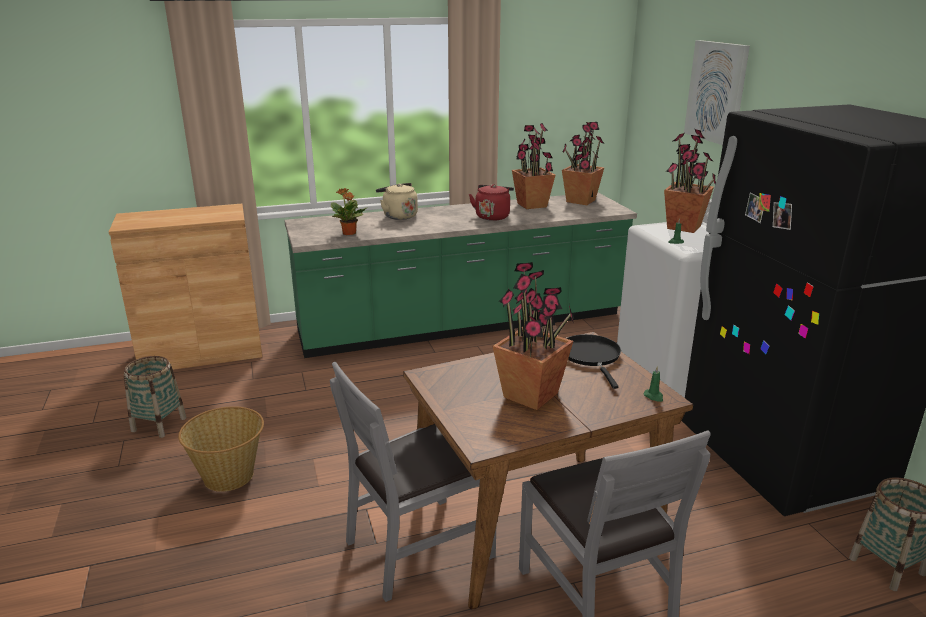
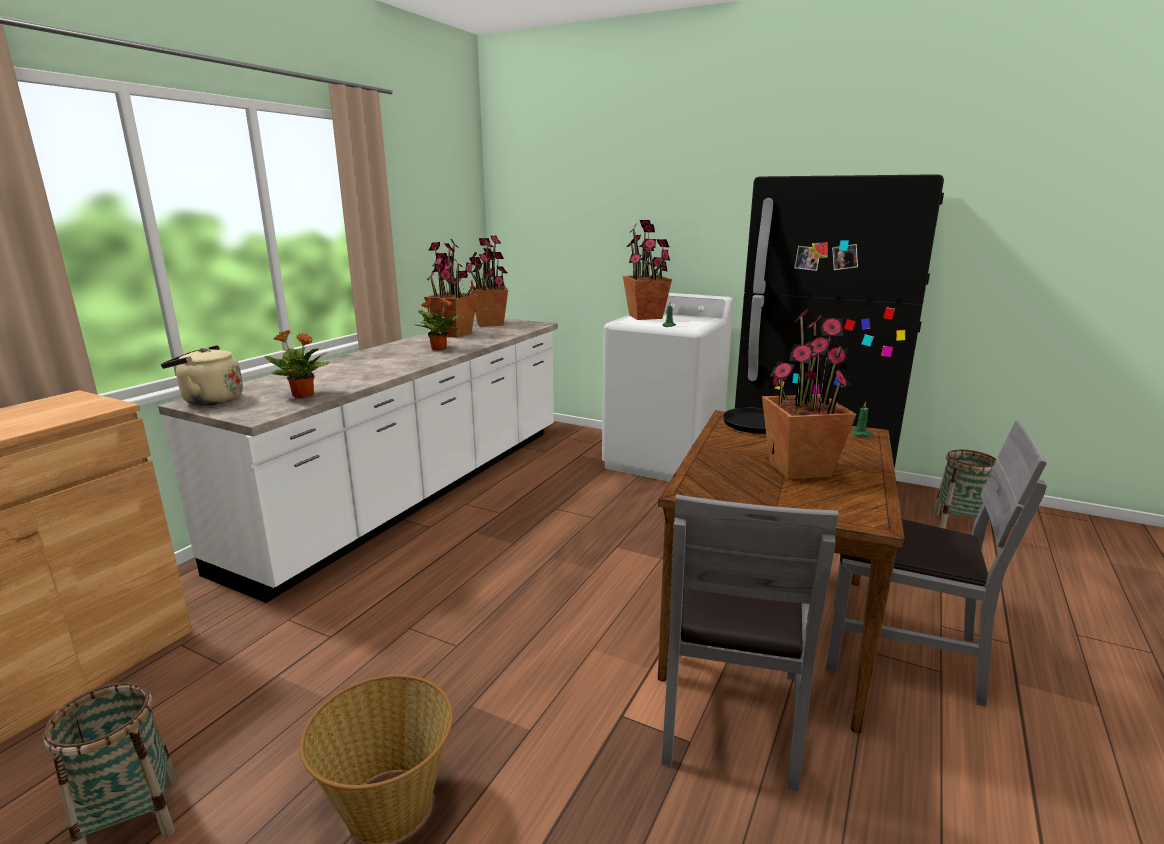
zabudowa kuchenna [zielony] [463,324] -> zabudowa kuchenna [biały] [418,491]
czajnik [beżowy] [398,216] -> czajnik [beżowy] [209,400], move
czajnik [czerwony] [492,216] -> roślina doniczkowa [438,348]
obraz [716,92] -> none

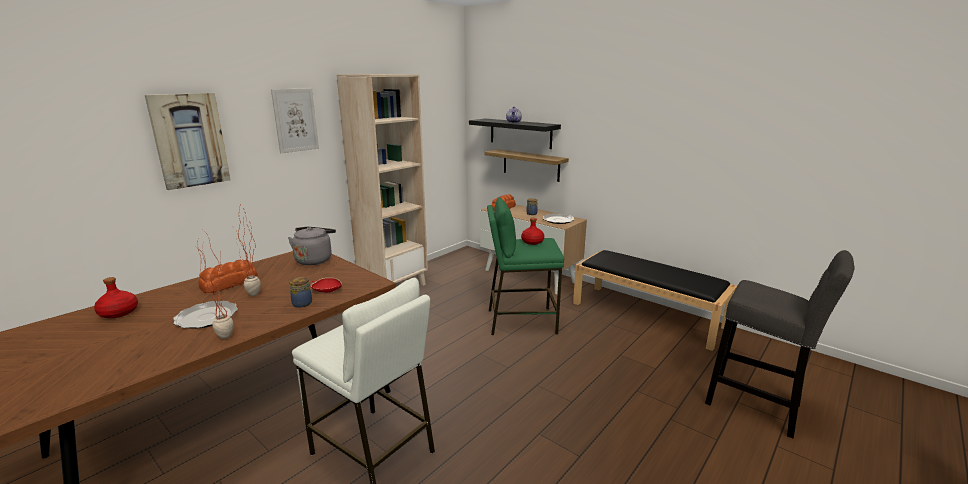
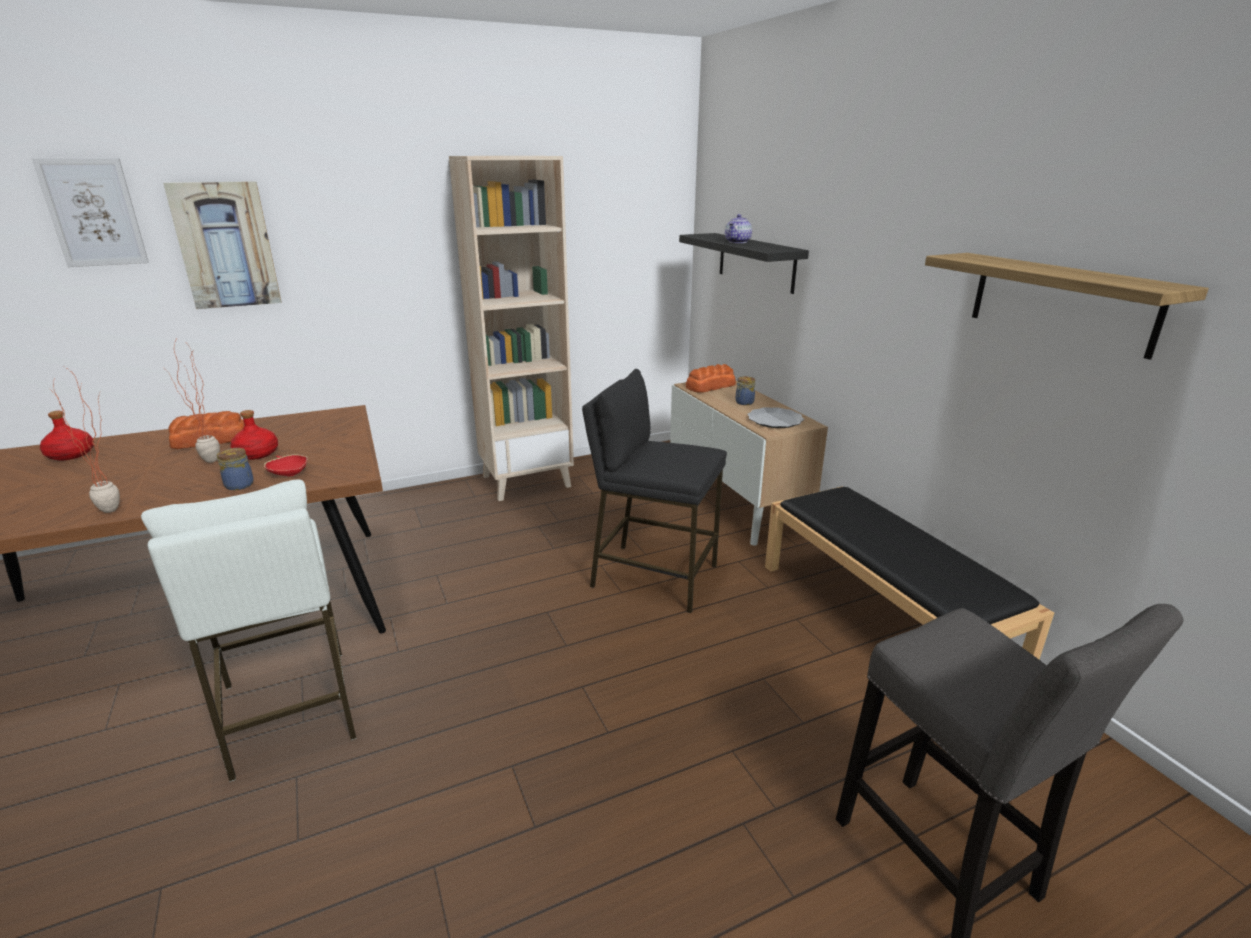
obraz [295,120] -> obraz [93,213], move
butelka [czerwony] [532,242] -> butelka [czerwony] [256,454], move
stołek [zielony] [521,321] -> stołek [czarny] [654,576]
półka [531,165] -> półka [1061,302], move
talerz [207,317] -> none
czajnik [szary] [314,259] -> none

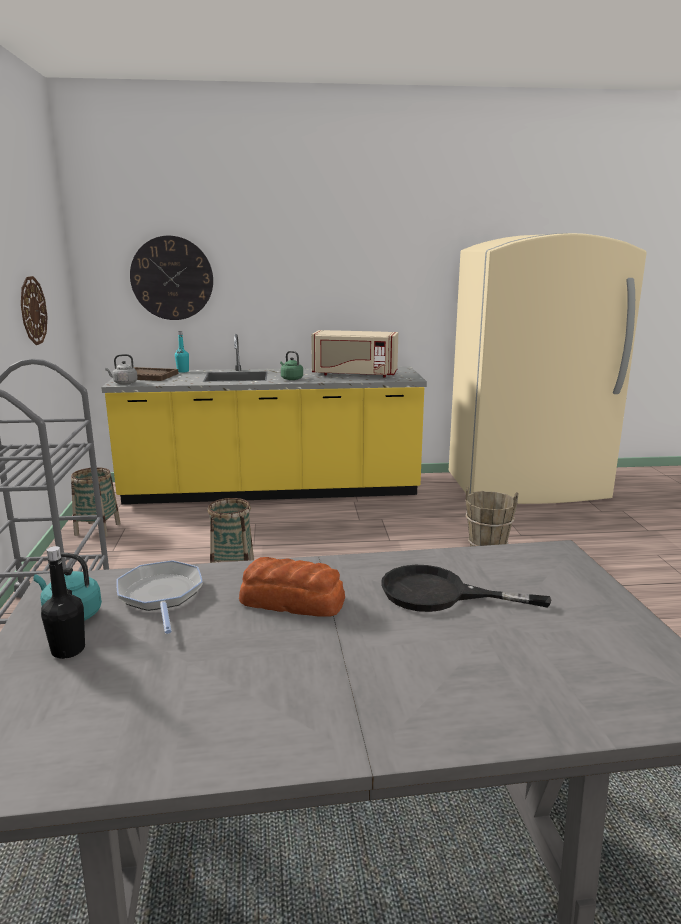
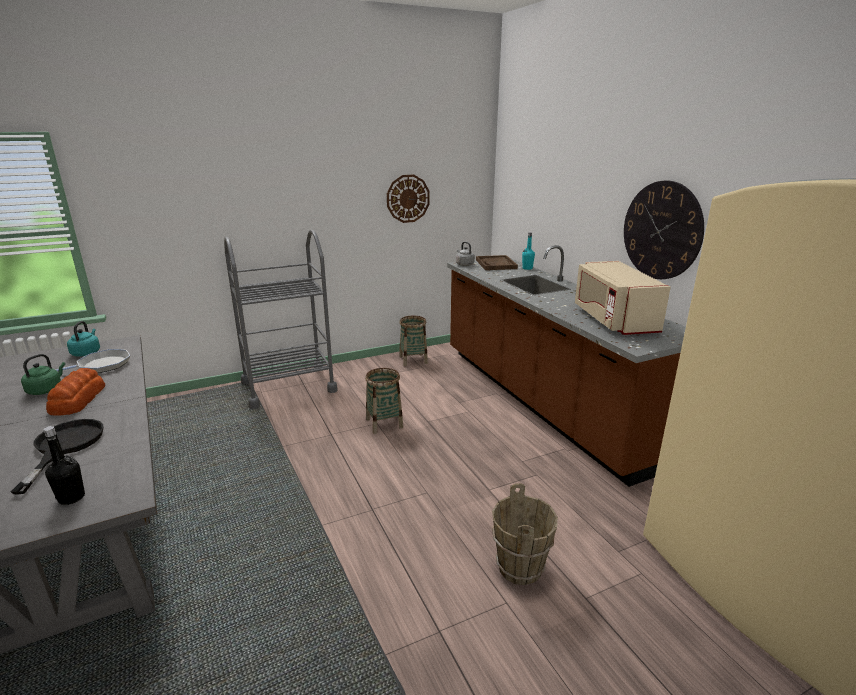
czajnik [zielony] [291,379] -> czajnik [zielony] [46,390], move
butelka [czarny] [68,650] -> butelka [czarny] [71,498], move
zabudowa kuchenna [żółty] [272,491] -> zabudowa kuchenna [brązowy] [542,401]
zegar ścienny [172,278] -> zegar ścienny [661,230], move

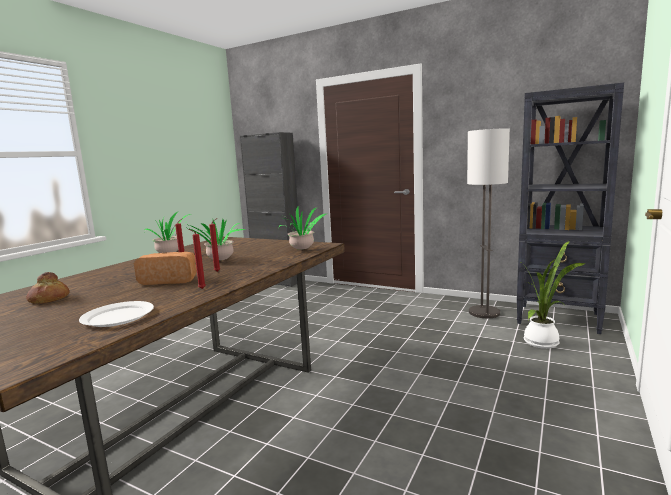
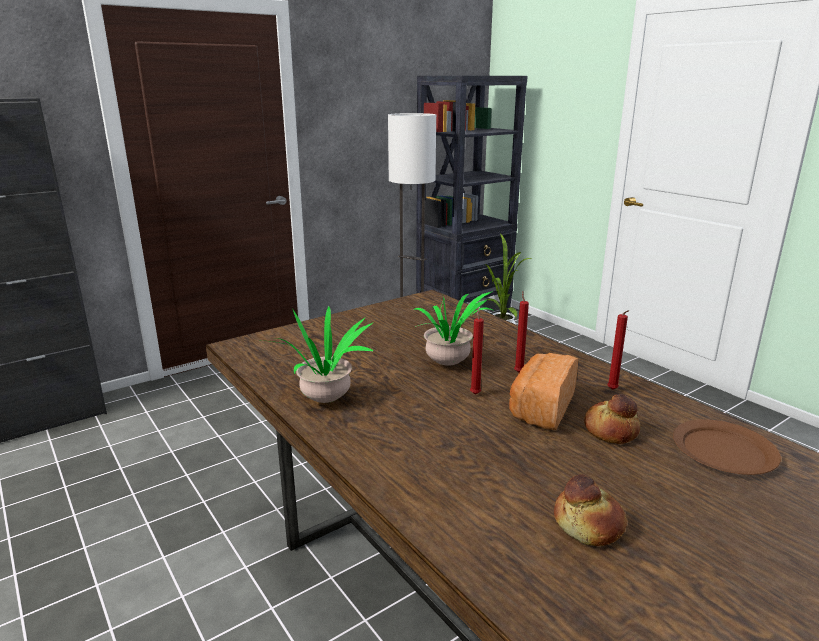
none -> chleb [610,430]
talerz [biały] [118,317] -> talerz [brązowy] [723,450]
roślina doniczkowa [303,249] -> none

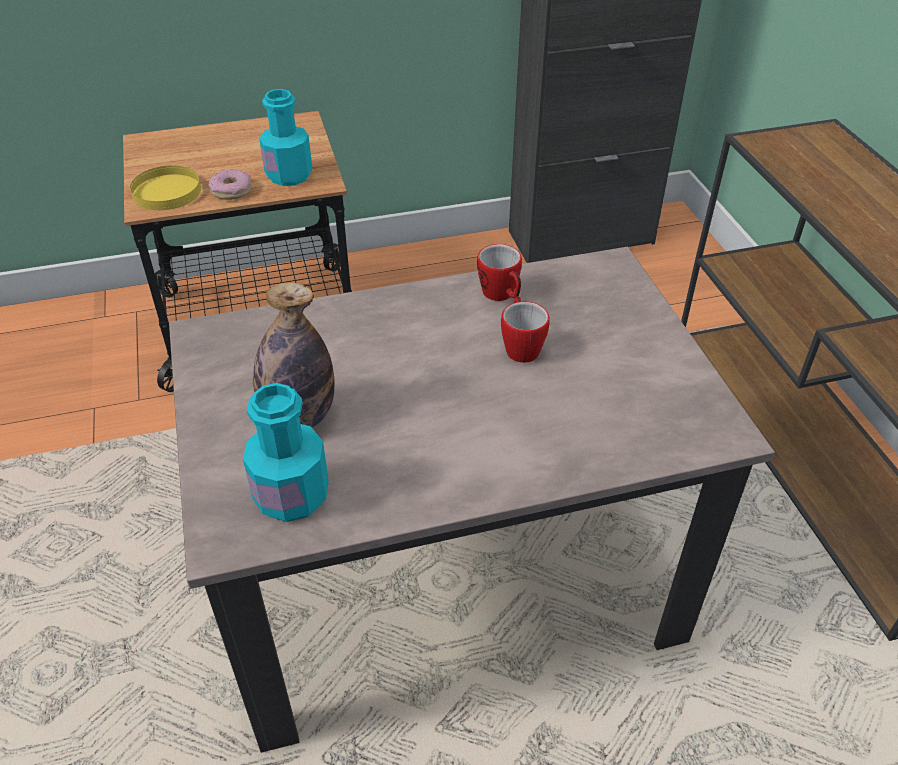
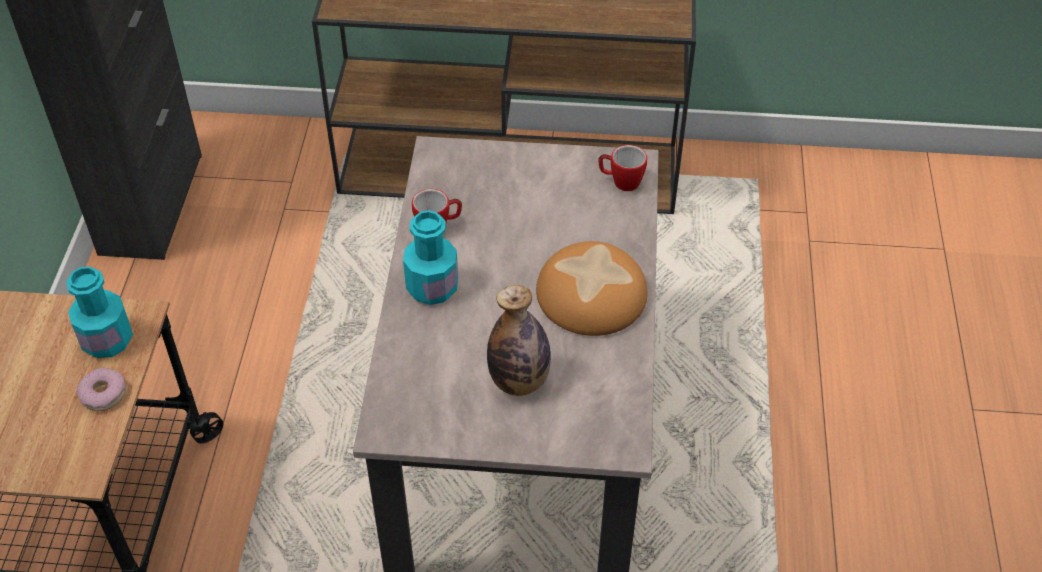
butelka [turkusowy] [292,495] -> butelka [turkusowy] [432,287], move
none -> chleb [590,294]
kubek [521,346] -> kubek [621,181], move
talerz [żółty] [167,192] -> none

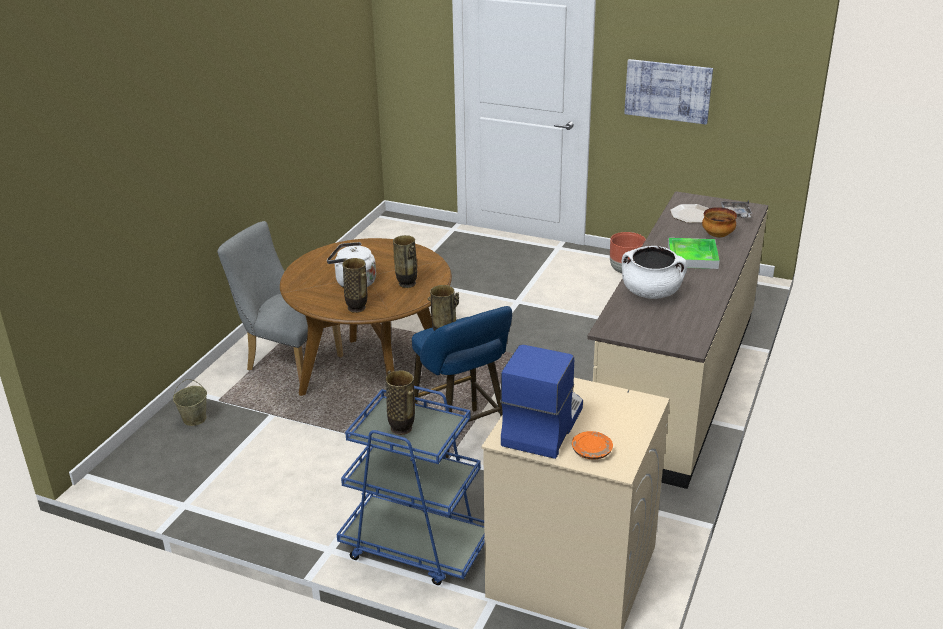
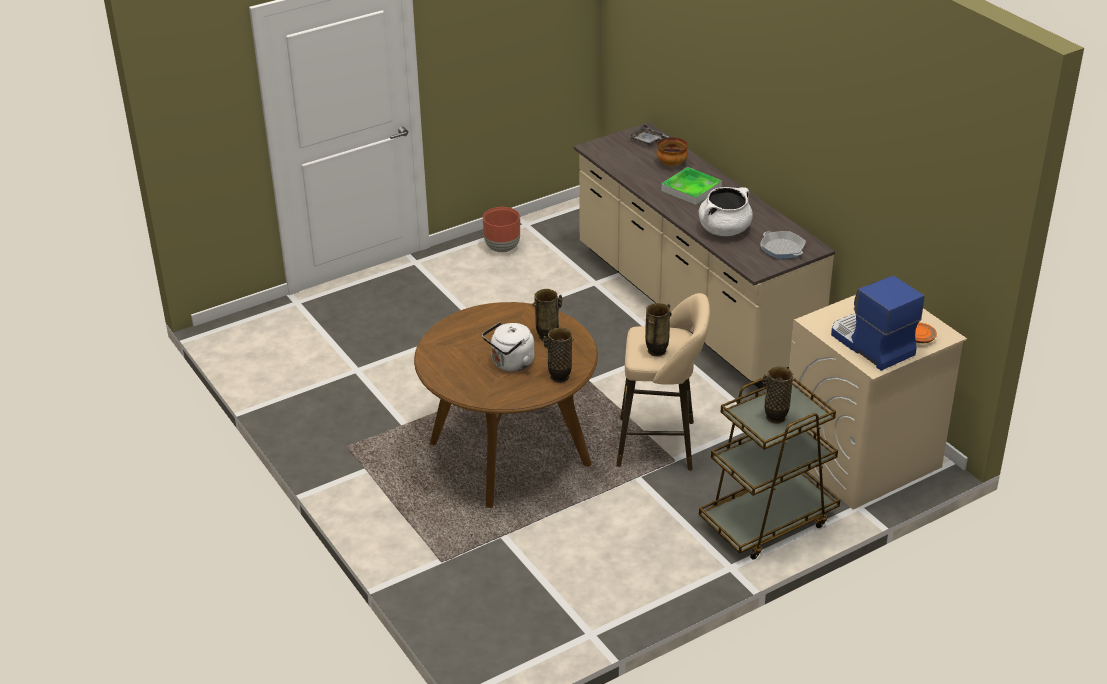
stołek [niebieski] [463,444] -> stołek [beżowy] [661,444]
wózek [niebieski] [415,547] -> wózek [brązowy] [767,521]
none -> patelnia [782,248]
wiadro [beżowy] [194,418] -> none
krzesło [szary] [288,362] -> none
obraz [668,91] -> none
talerz [692,215] -> none

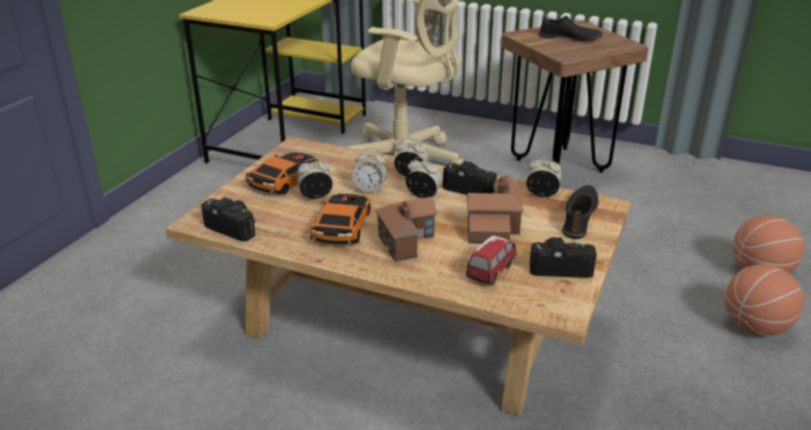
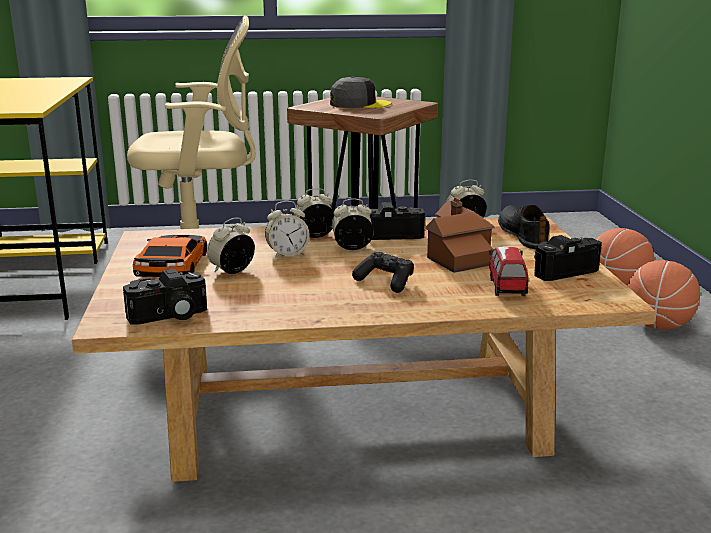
aparat fotograficzny [234,227] -> aparat fotograficzny [169,317], 150 degrees clockwise
but [czarny] [569,38] -> czapka z daszkiem [szary] [359,104]
domek [406,238] -> pad do gier [czarny] [385,282]
samochodzik [341,226] -> none

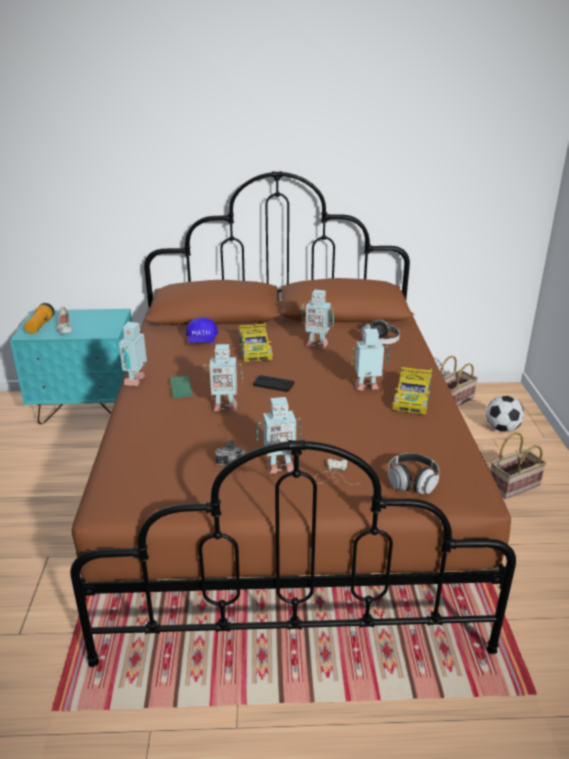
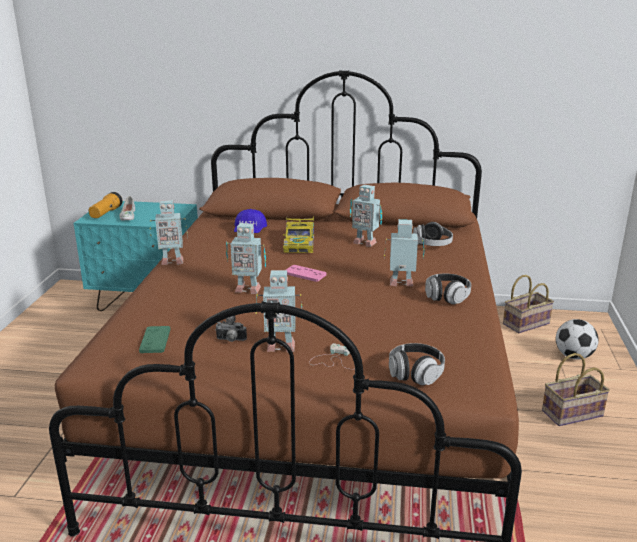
pad do gier [zielony] [181,387] -> pad do gier [zielony] [155,340], move
robot zabawkowy [137,380] -> robot zabawkowy [171,261], 120 degrees counterclockwise
pad do gier [czarny] [273,384] -> pad do gier [różowy] [305,274]
samochodzik [412,397] -> słuchawki [447,297]

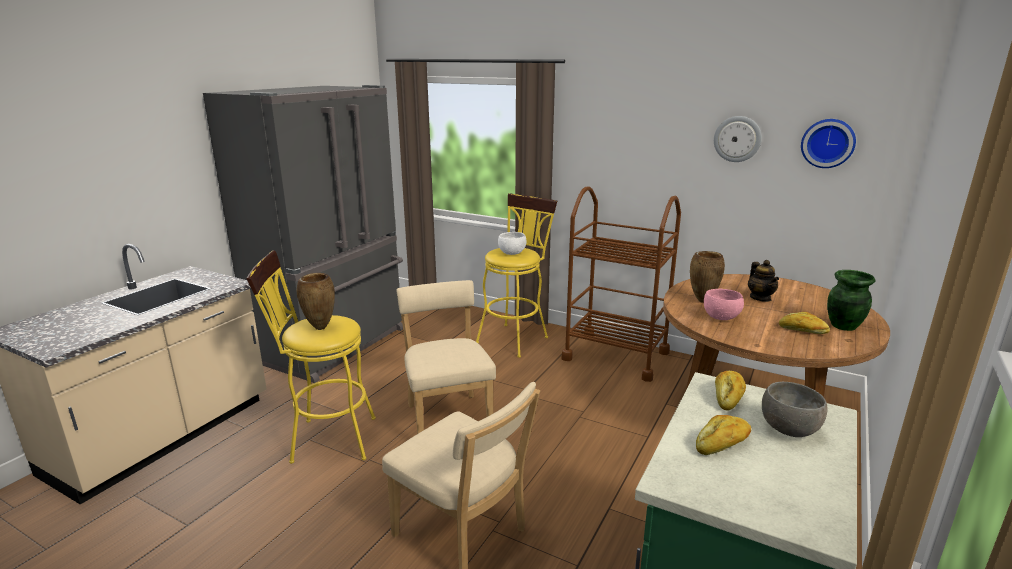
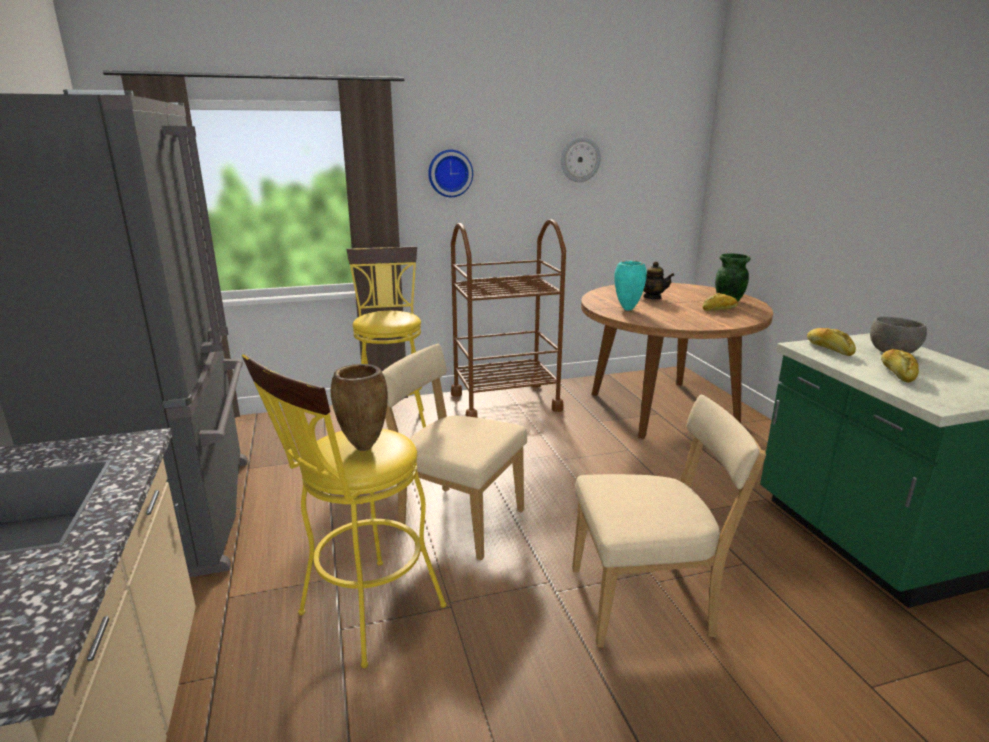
zegar ścienny [828,143] -> zegar ścienny [450,173], move
wazon [brązowy] [702,301] -> wazon [turkusowy] [627,309]
miska [biały] [512,253] -> none
miska [różowy] [721,318] -> none

